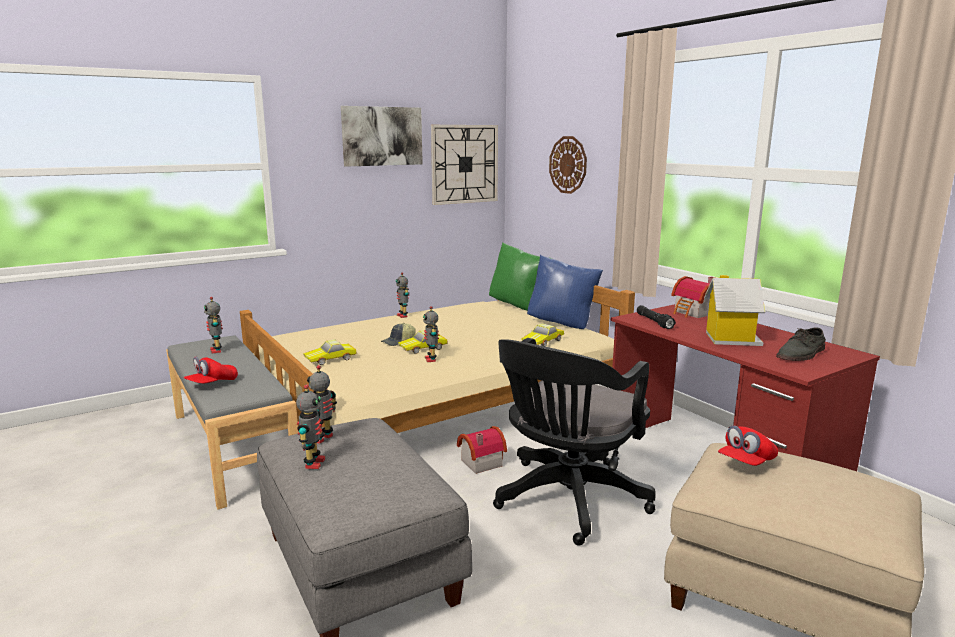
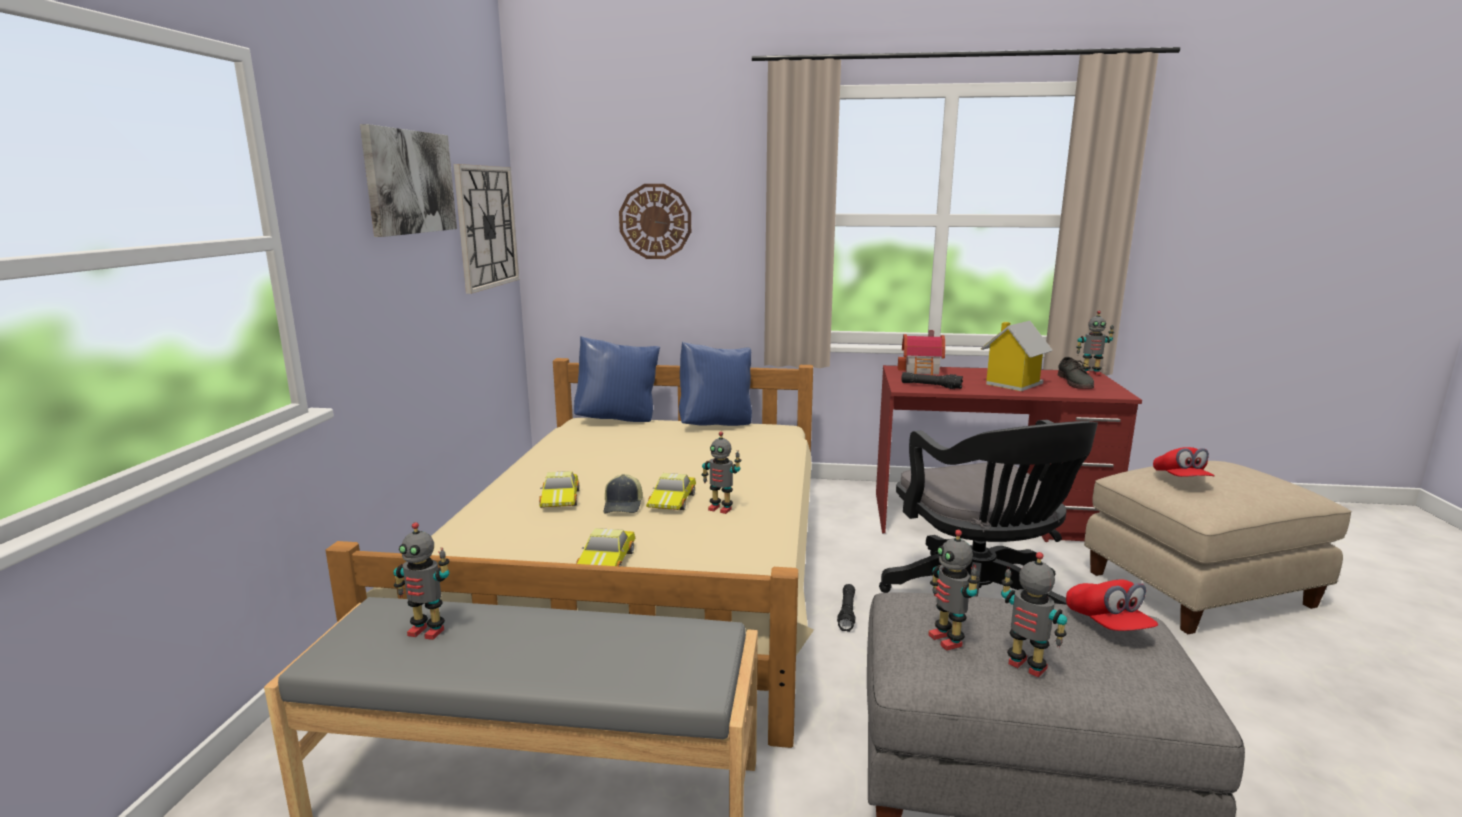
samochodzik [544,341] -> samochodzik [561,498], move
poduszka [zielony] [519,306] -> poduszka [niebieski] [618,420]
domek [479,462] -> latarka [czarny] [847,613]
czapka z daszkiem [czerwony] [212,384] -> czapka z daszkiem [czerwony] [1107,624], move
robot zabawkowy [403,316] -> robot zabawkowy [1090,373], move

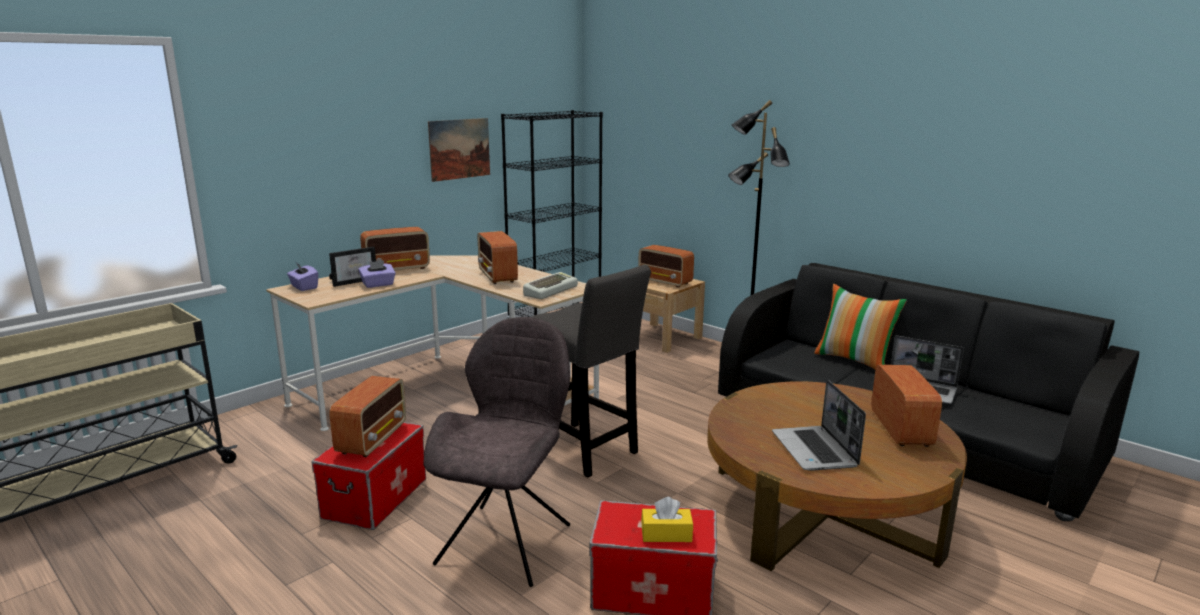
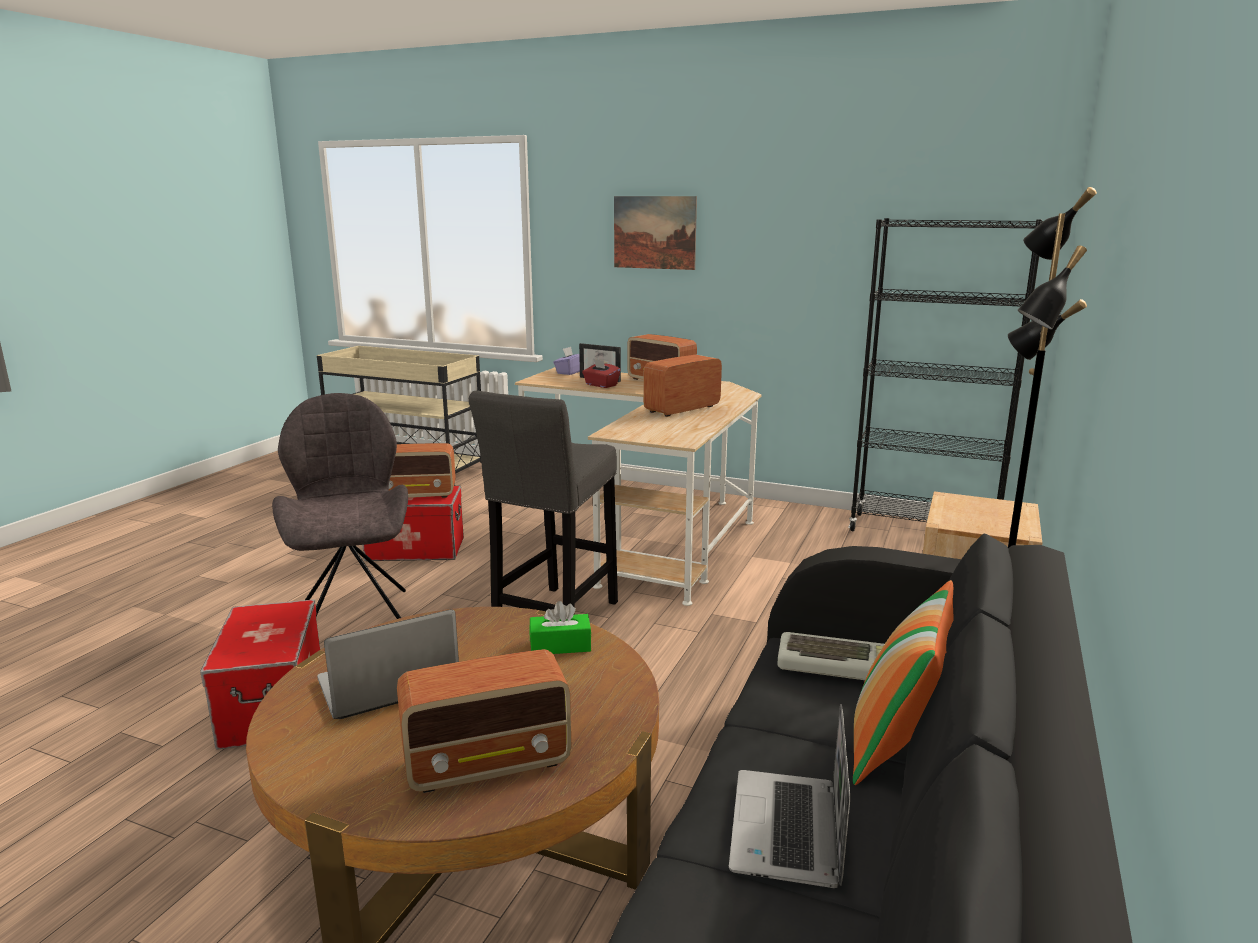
krzesło [szary] [507,541] -> krzesło [szary] [356,616], 105 degrees counterclockwise
none -> pudełko chusteczek [zielony] [560,645]
pudełko chusteczek [fioletowy] [378,284] -> pudełko chusteczek [czerwony] [601,385]
obraz [459,149] -> obraz [654,232], move
klawiatura [550,290] -> klawiatura [835,665], move
radio [665,282] -> none
pudełko chusteczek [żółty] [666,534] -> none

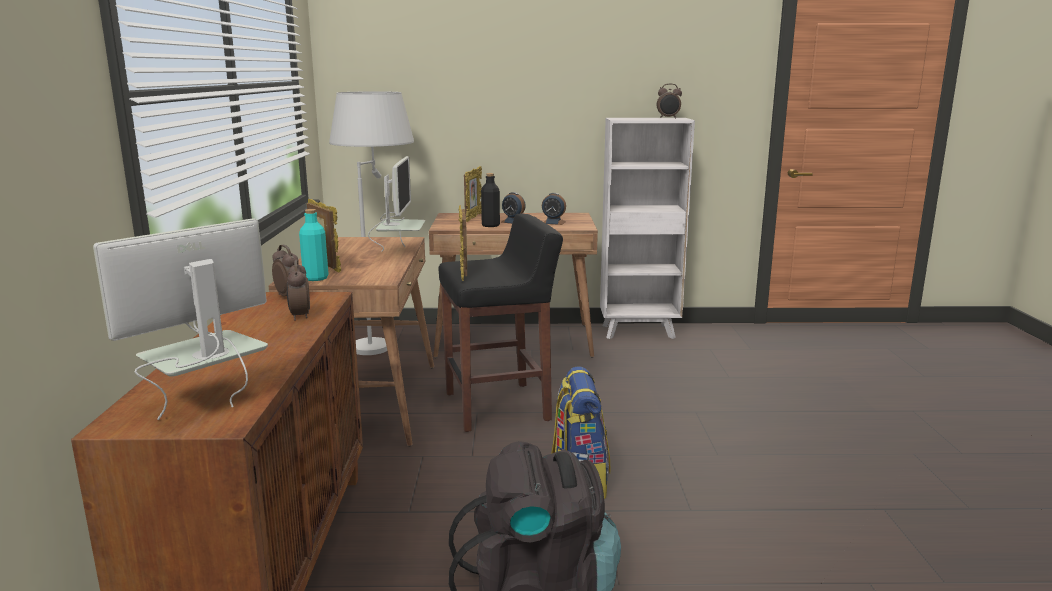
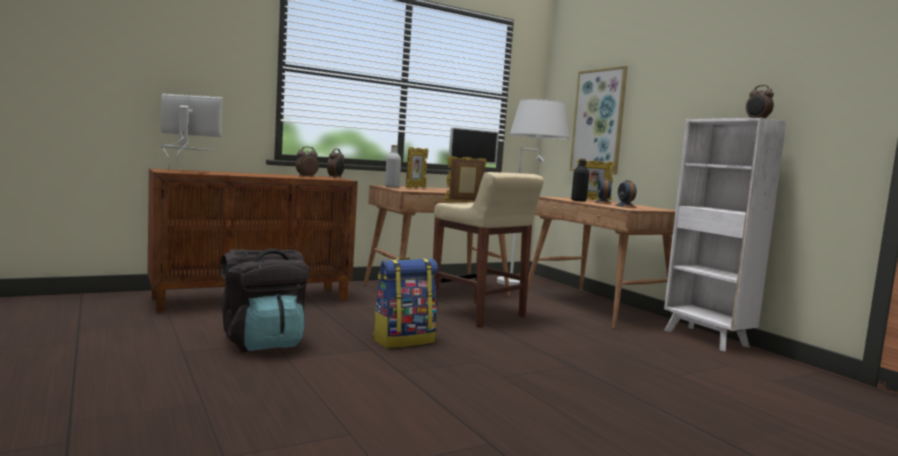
butelka [turkusowy] [316,278] -> butelka [szary] [392,187]
stołek [czarny] [499,406] -> stołek [beżowy] [479,314]
none -> obraz [598,121]

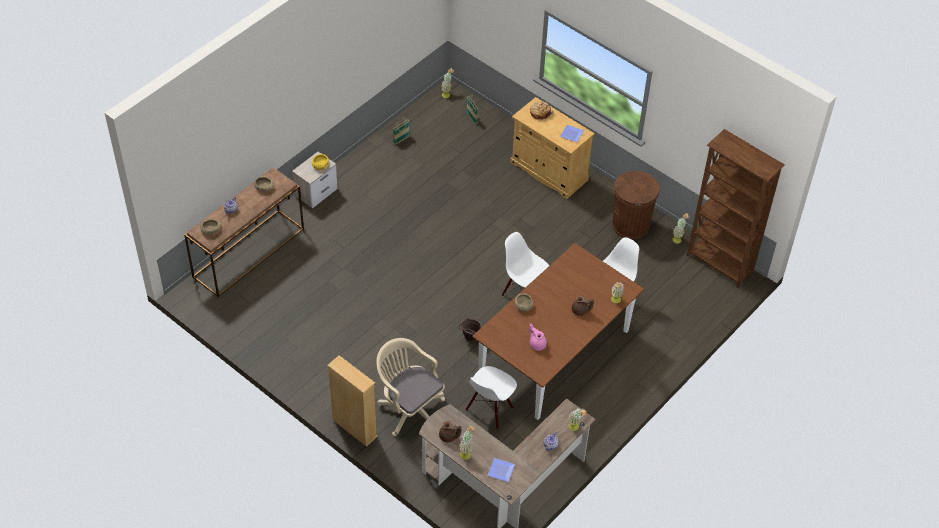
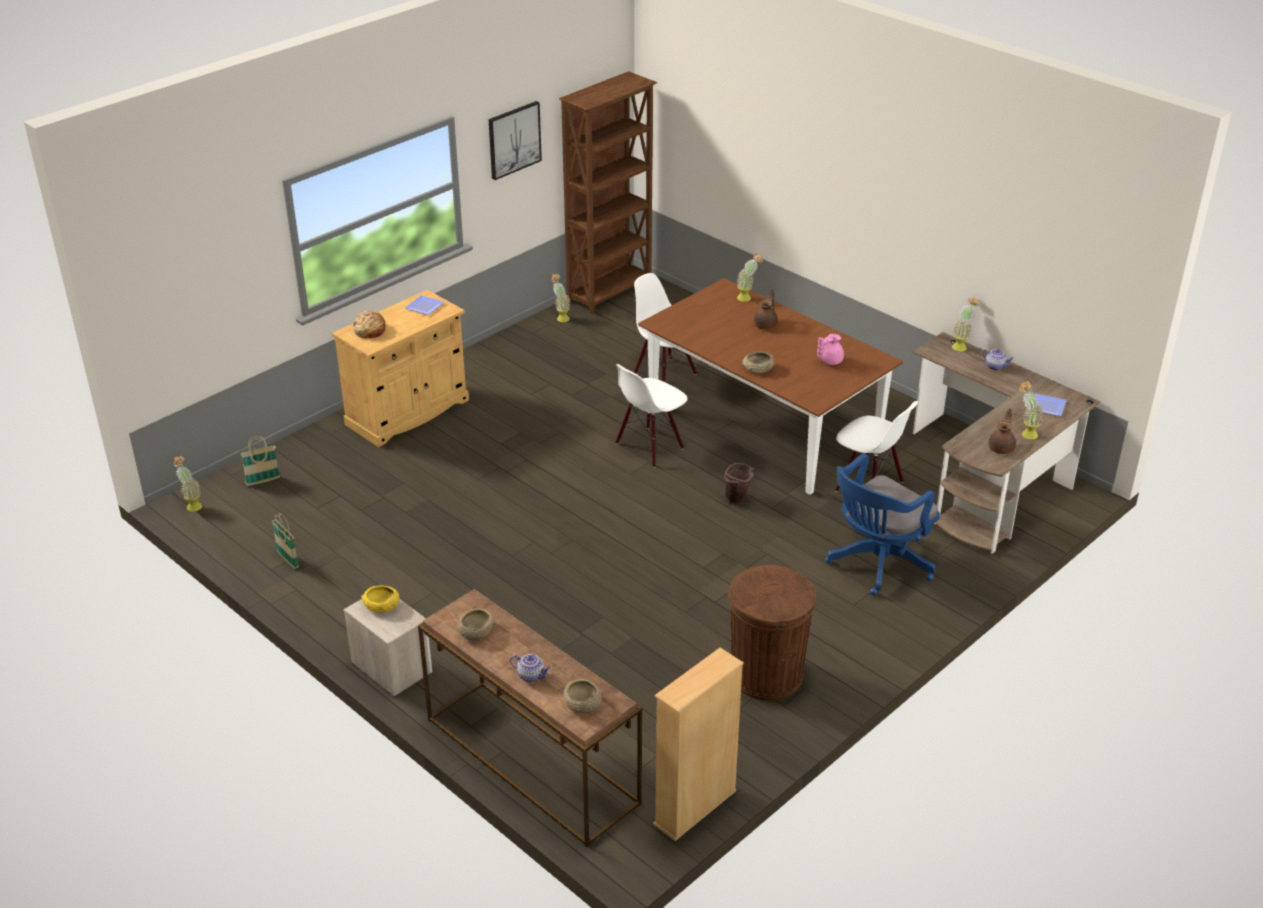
none -> obraz [514,139]
regał [beżowy] [354,428] -> regał [beżowy] [695,808], move
kosz na śmieci [brązowy] [630,225] -> kosz na śmieci [brązowy] [766,675], move
krzesło biurowe [beżowy] [409,408] -> krzesło biurowe [niebieski] [876,564]

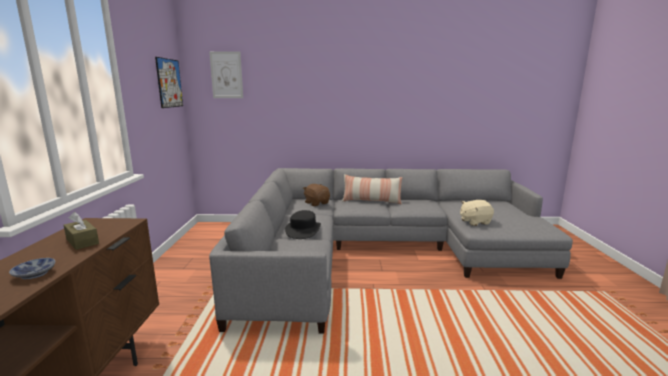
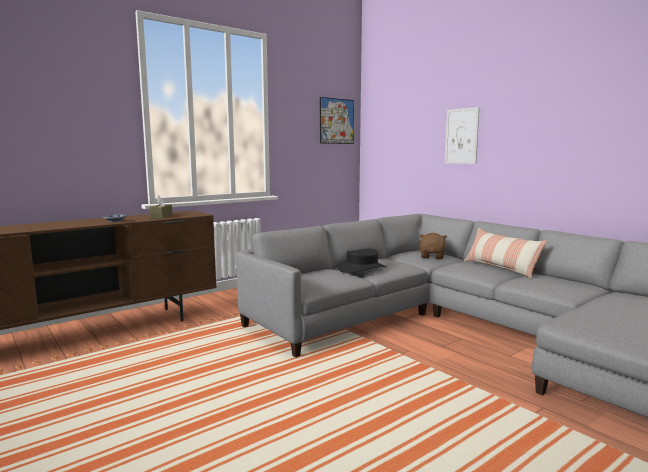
obraz [226,75] -> obraz [461,136], move
pluszak [beżowy] [474,222] -> none

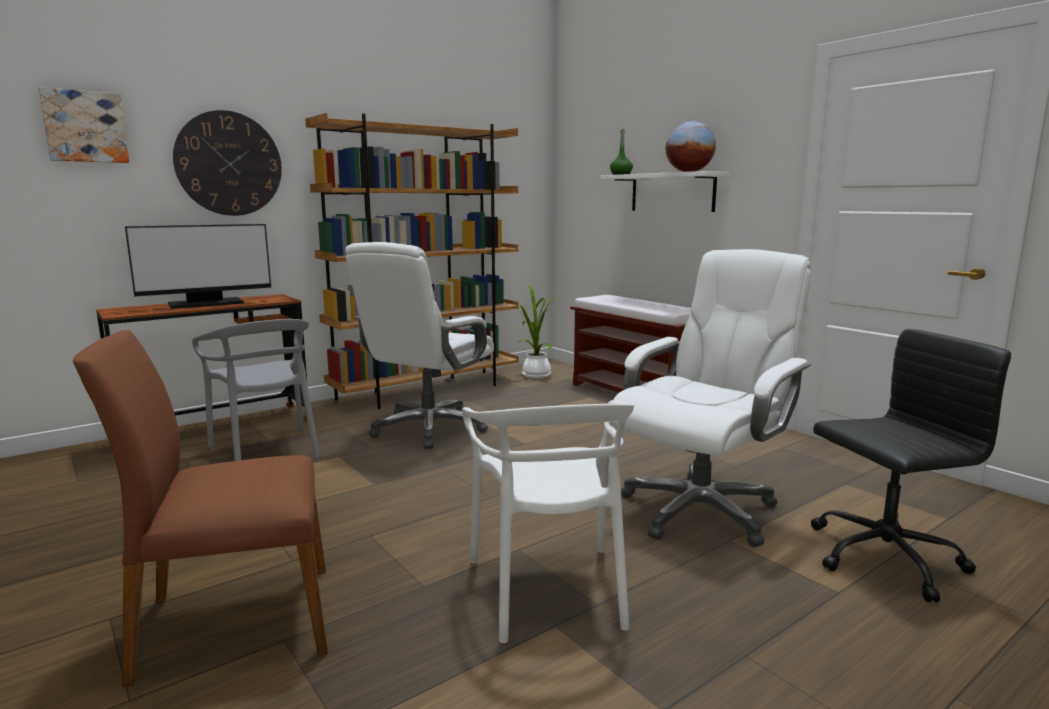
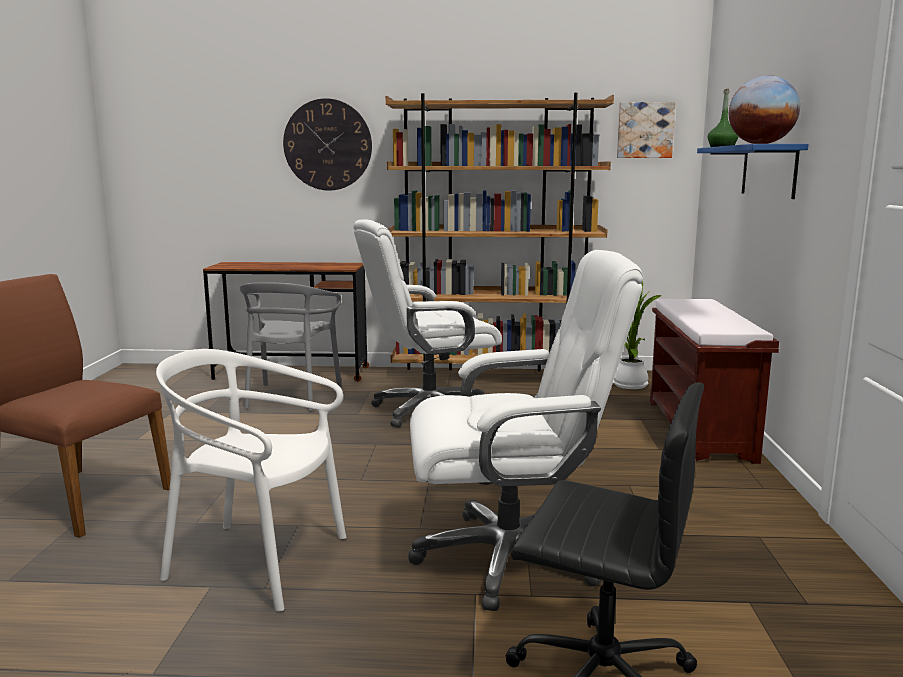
krzesło [biały] [549,590] -> krzesło [biały] [257,562], 75 degrees clockwise
obraz [85,127] -> obraz [645,130], move
półka [biały] [672,192] -> półka [niebieski] [768,171]
monitor [206,303] -> none

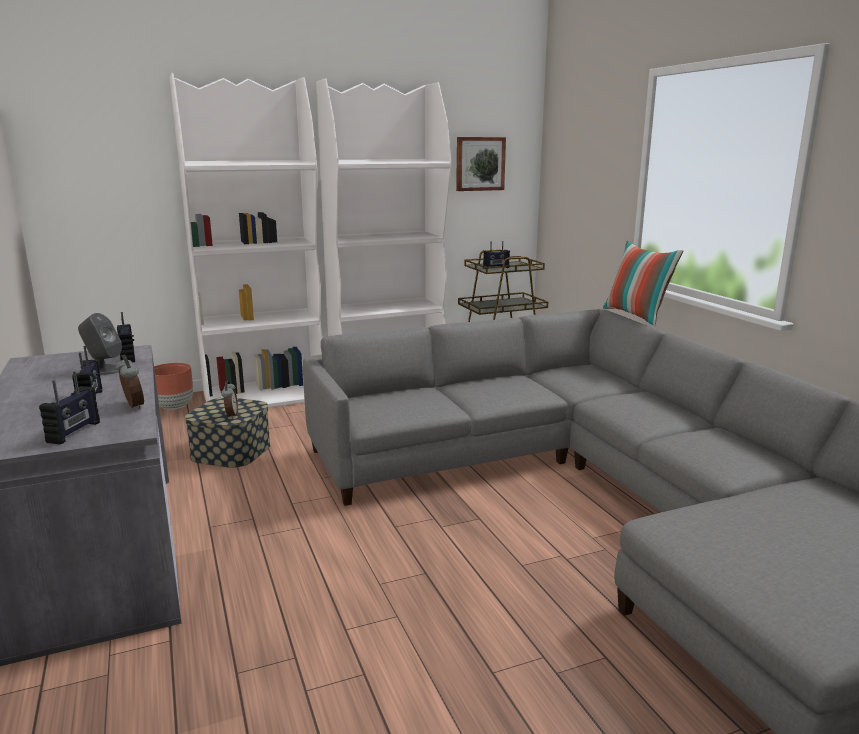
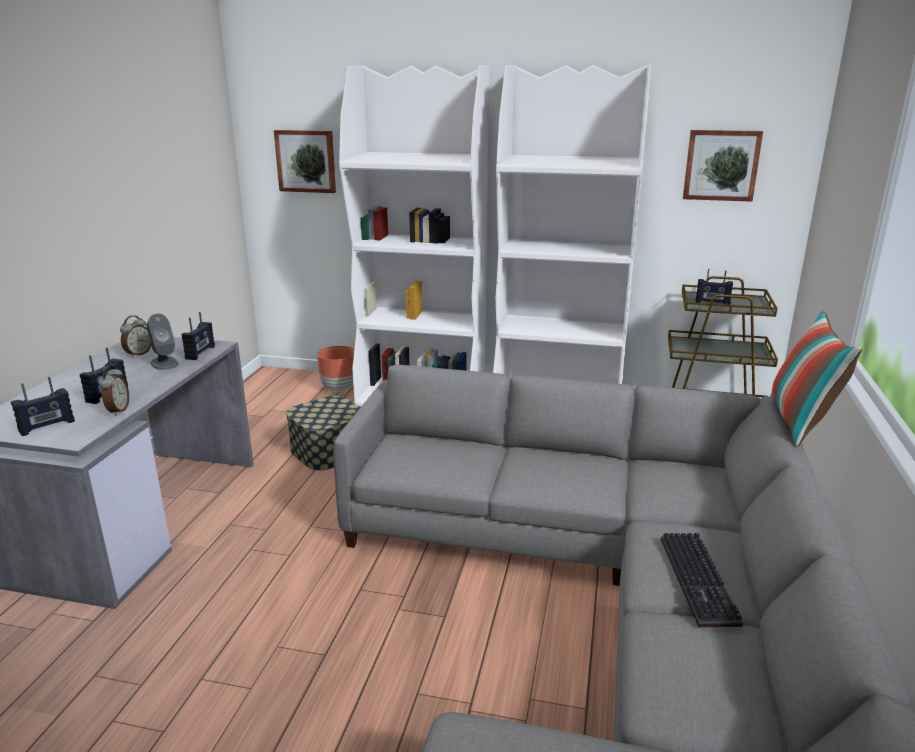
budzik [231,415] -> budzik [138,354], move
none -> obraz [306,161]
none -> klawiatura [701,581]

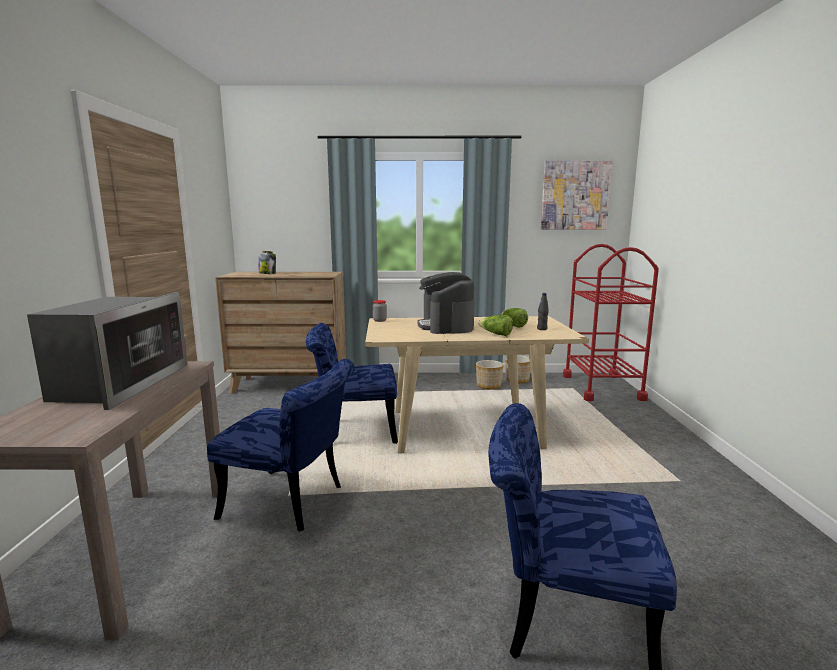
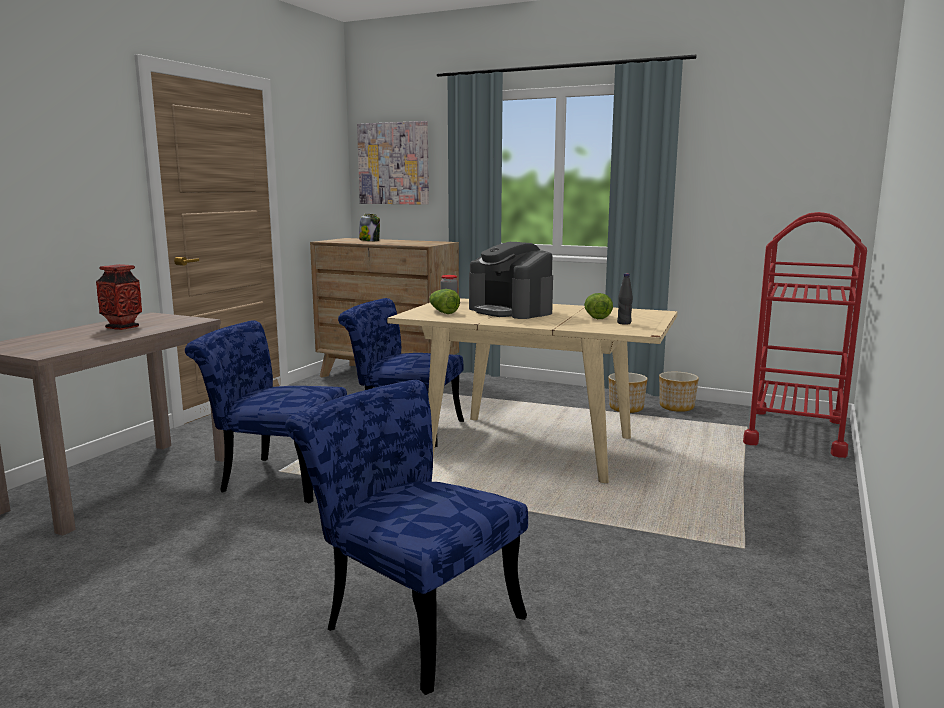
mikrofalówka [120,384] -> wazon [122,327]
krzesło [niebieski] [292,503] -> krzesło [niebieski] [276,478], 150 degrees clockwise
obraz [575,195] -> obraz [393,163], move
sałata [496,334] -> sałata [442,312], move
ekspres do kawy [446,326] -> ekspres do kawy [511,311], 60 degrees counterclockwise

